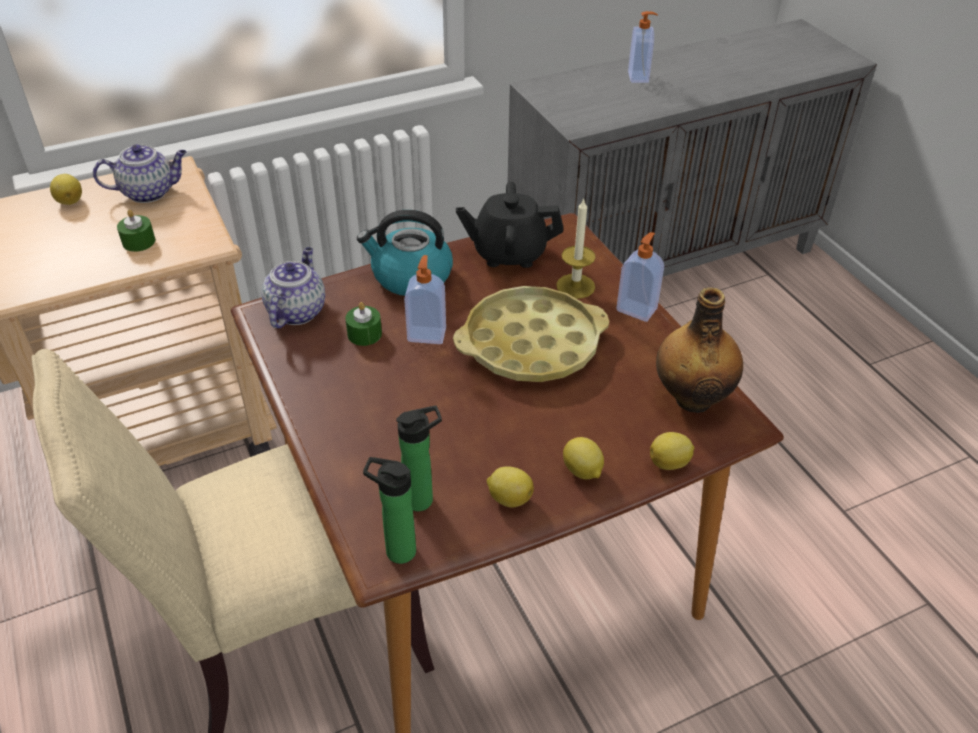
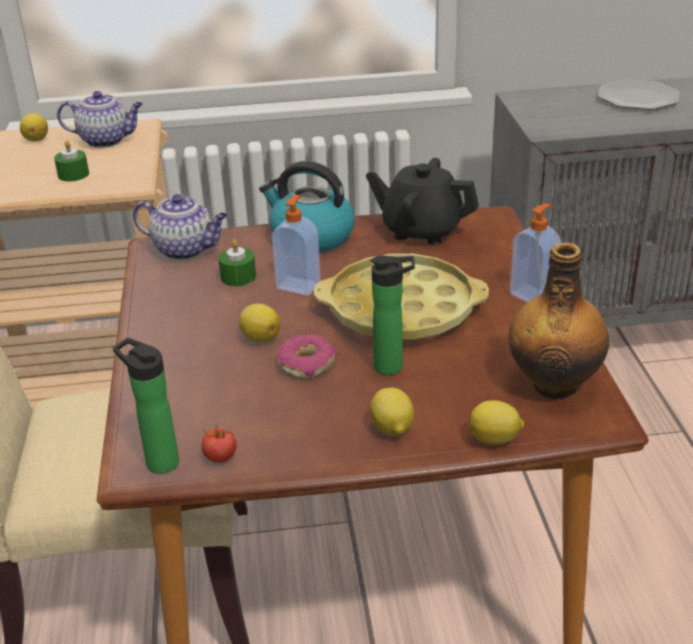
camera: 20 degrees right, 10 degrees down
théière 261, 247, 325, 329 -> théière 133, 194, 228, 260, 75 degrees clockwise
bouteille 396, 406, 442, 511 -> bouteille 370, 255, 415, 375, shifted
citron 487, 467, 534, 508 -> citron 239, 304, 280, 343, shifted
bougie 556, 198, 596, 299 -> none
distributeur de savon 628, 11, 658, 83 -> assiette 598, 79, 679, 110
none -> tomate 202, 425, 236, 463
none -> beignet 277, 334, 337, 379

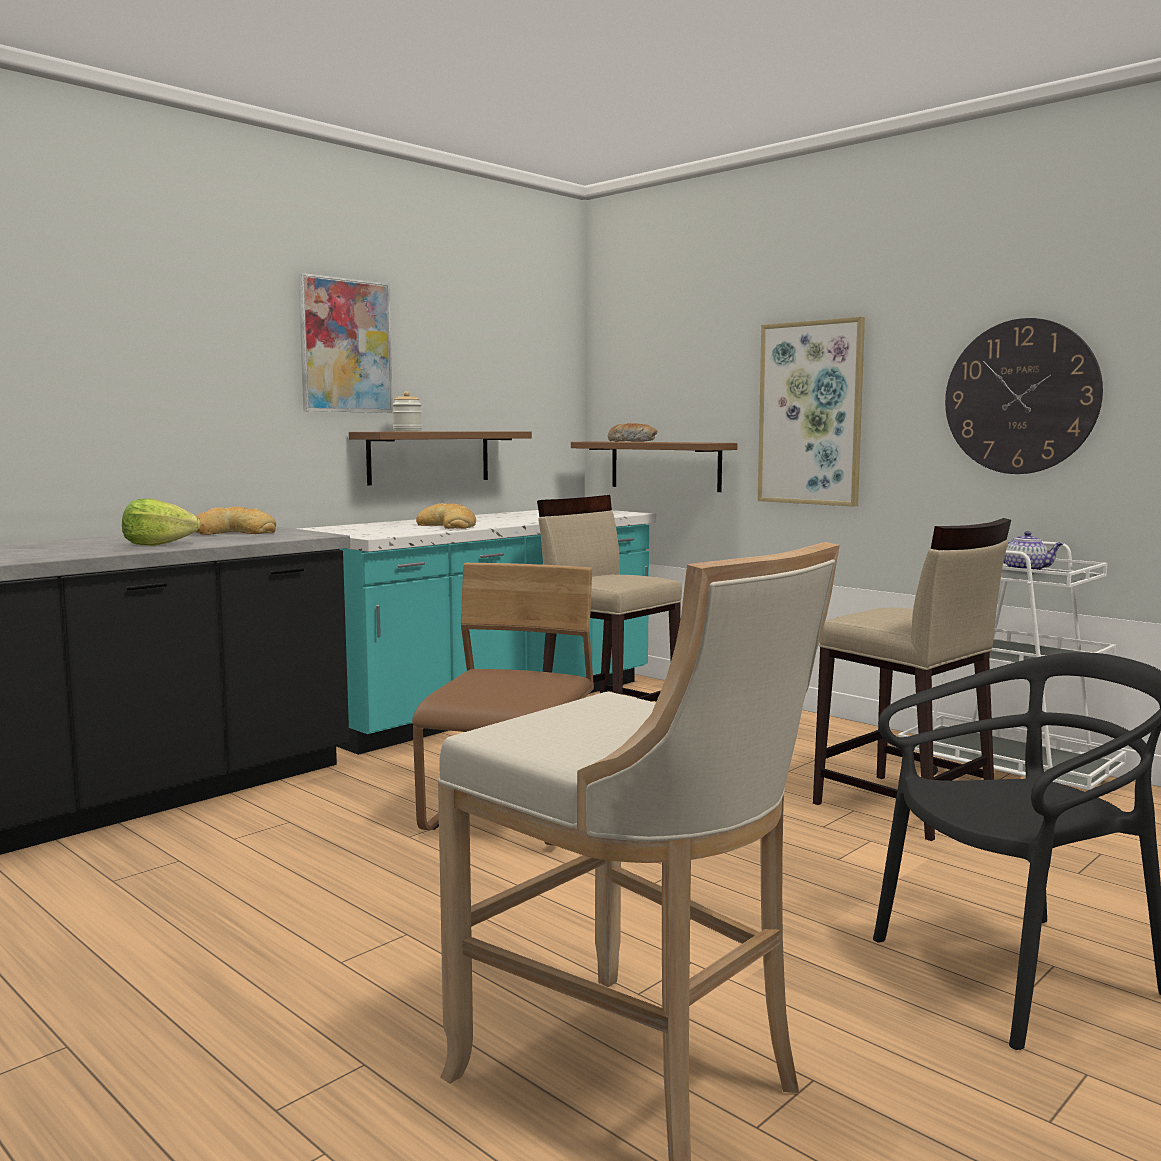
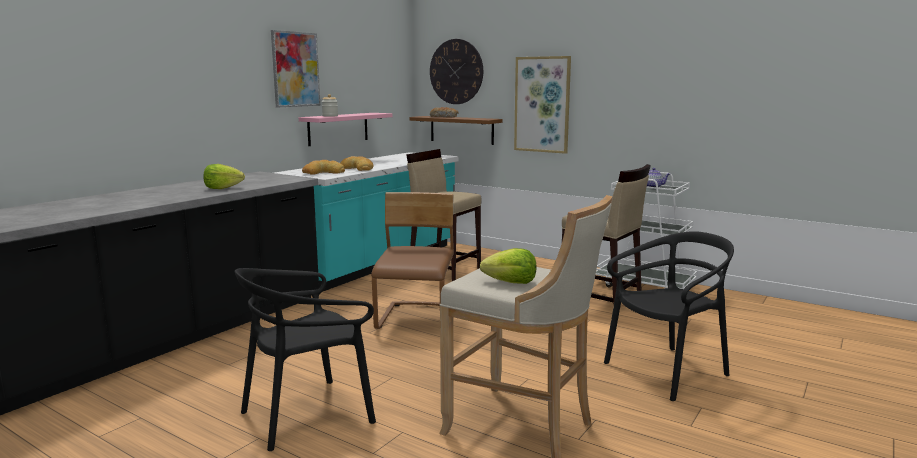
camera: 10 degrees left, 5 degrees up
pain 196, 507, 276, 535 -> pain 302, 160, 345, 175, shifted
étagère/marron 349, 431, 532, 485 -> étagère/rose 299, 113, 393, 146
horloge murale 945, 318, 1103, 474 -> horloge murale 430, 39, 483, 104, shifted
none -> chaise/noir 235, 268, 376, 451
none -> laitue 480, 248, 536, 284

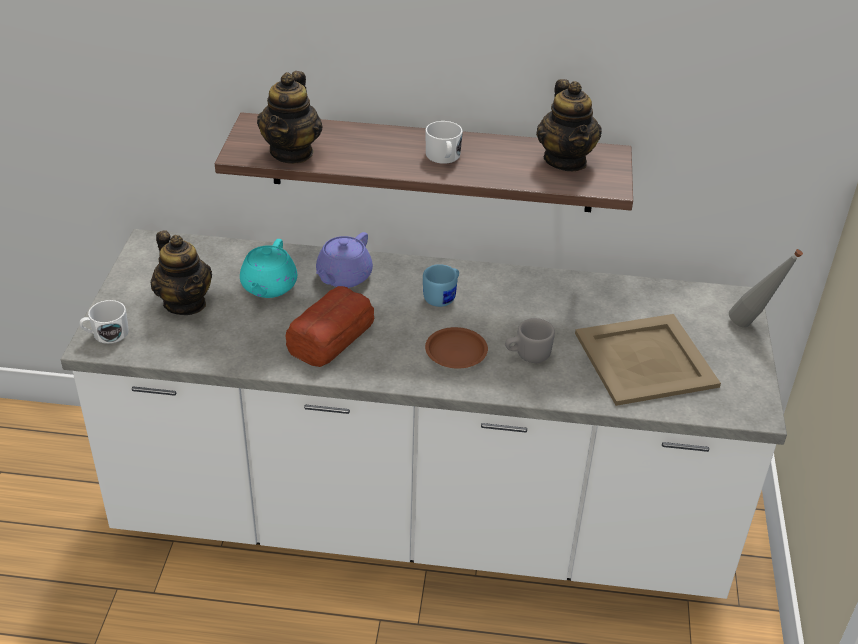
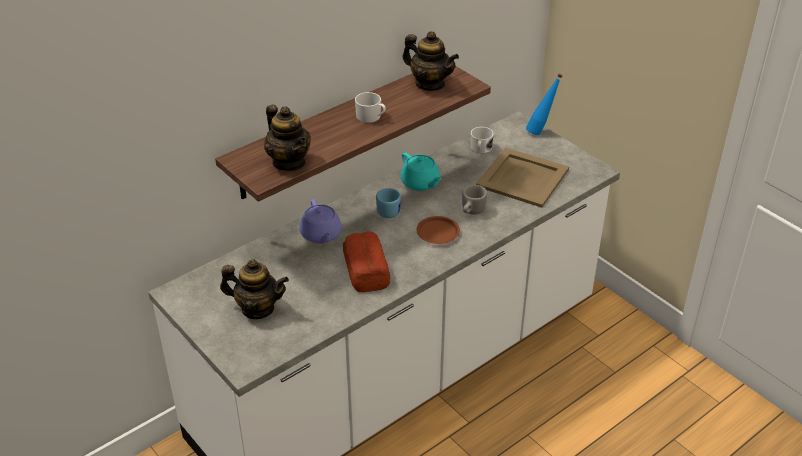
camera: 45 degrees left, 0 degrees up
mug/blanc 80, 300, 129, 344 -> mug/blanc 471, 127, 494, 154, shifted
théière/turquoise 240, 239, 297, 298 -> théière/turquoise 400, 152, 442, 191, shifted
bouteille/gris 729, 249, 803, 328 -> bouteille/bleu 526, 73, 563, 135

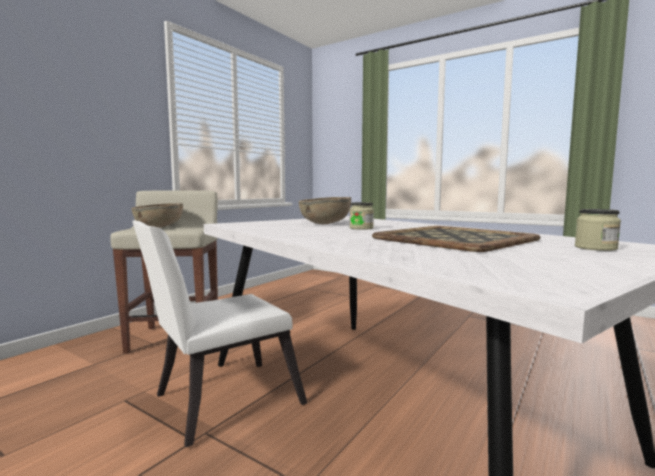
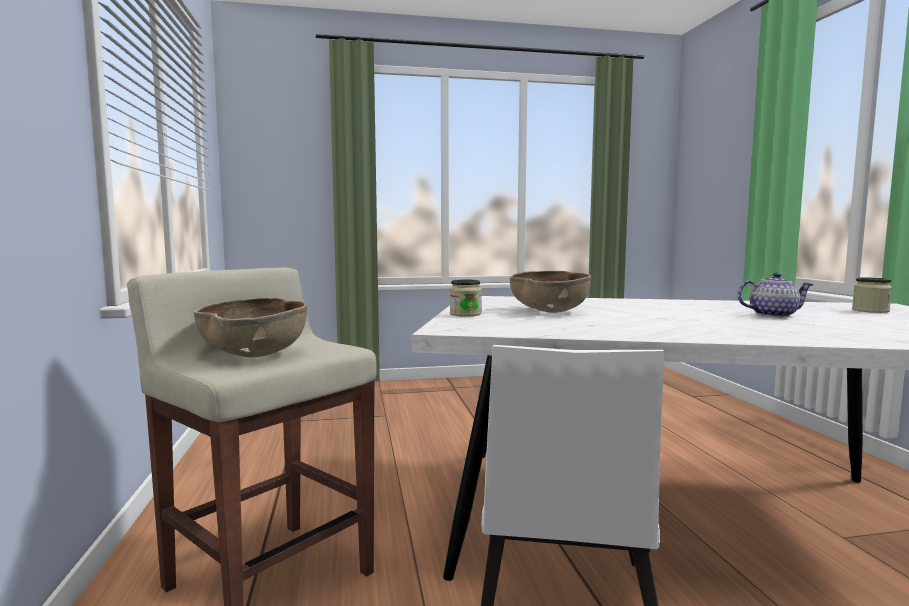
camera: 45 degrees left, 0 degrees up
bocal 350, 202, 374, 230 -> bocal 450, 279, 482, 317, shifted
plateau 372, 226, 541, 252 -> théière 737, 272, 814, 317

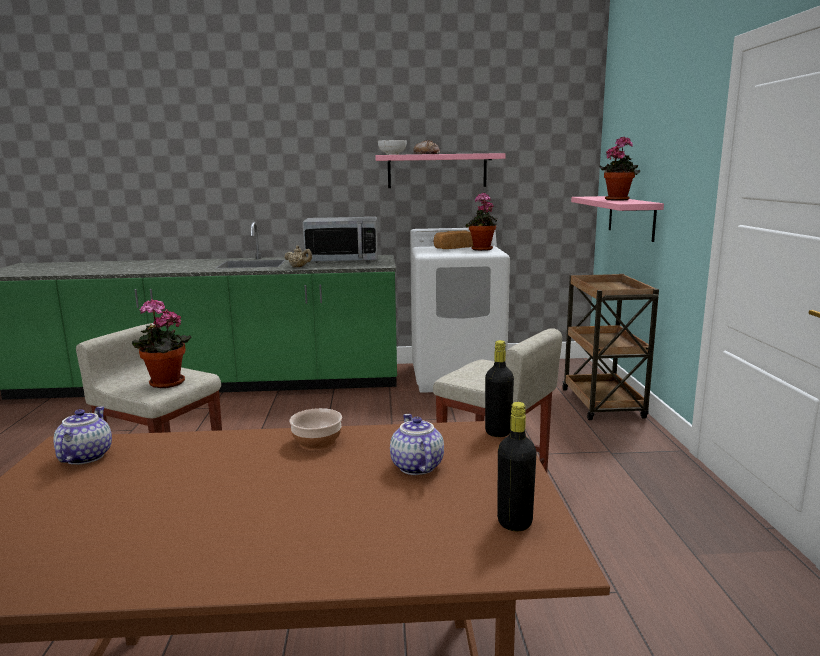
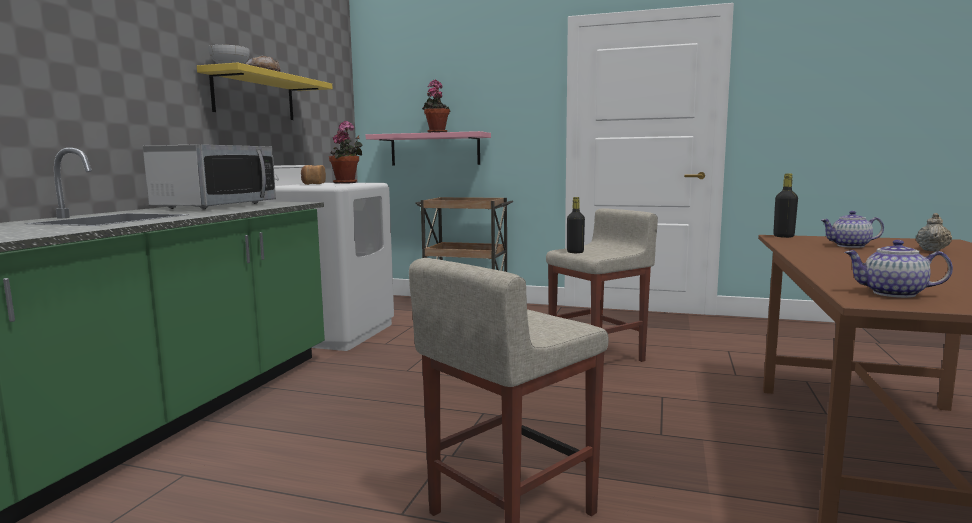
camera: 70 degrees left, 5 degrees down
plante en pot 132, 299, 192, 388 -> none
théière/beige 284, 246, 312, 268 -> théière/beige 916, 213, 952, 251, shifted
bol 289, 408, 342, 450 -> none
étagère/rose 375, 153, 506, 188 -> étagère/jaune 197, 63, 333, 120
bouteille/noir 497, 402, 537, 531 -> bouteille/noir 567, 197, 585, 253, shifted

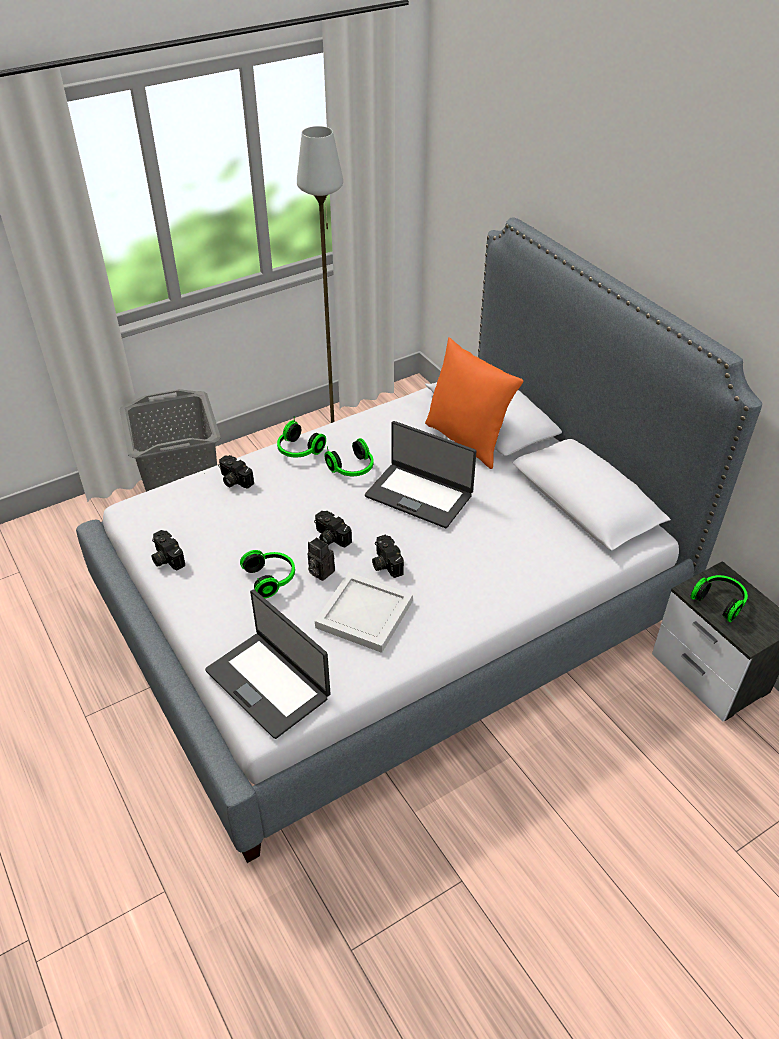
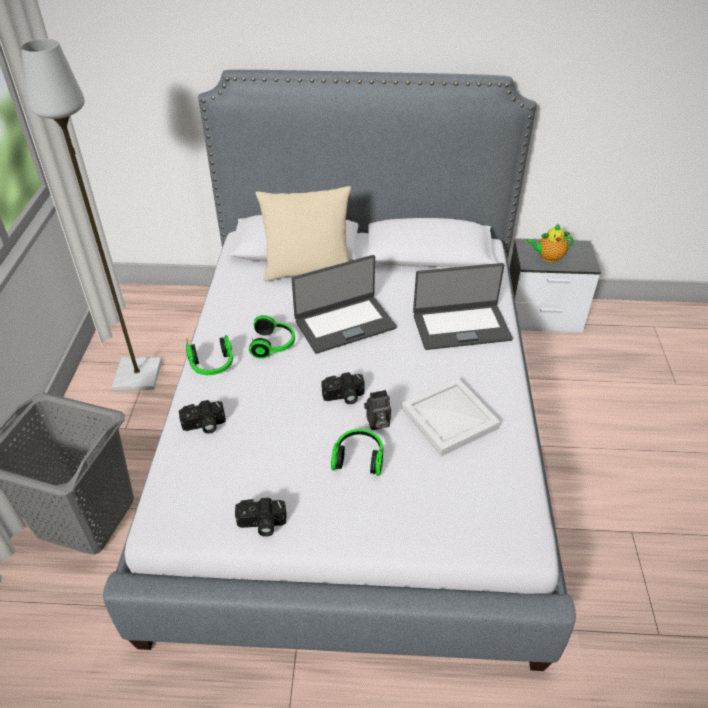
camera: 55 degrees left, 0 degrees up
ordinateur portable 205, 589, 330, 739 -> ordinateur portable 413, 263, 513, 350, shifted
appareil photo 372, 535, 404, 578 -> none
coussin/orange 425, 337, 523, 469 -> coussin/beige 256, 186, 351, 281
casque audio 690, 575, 748, 622 -> théière 525, 224, 573, 263

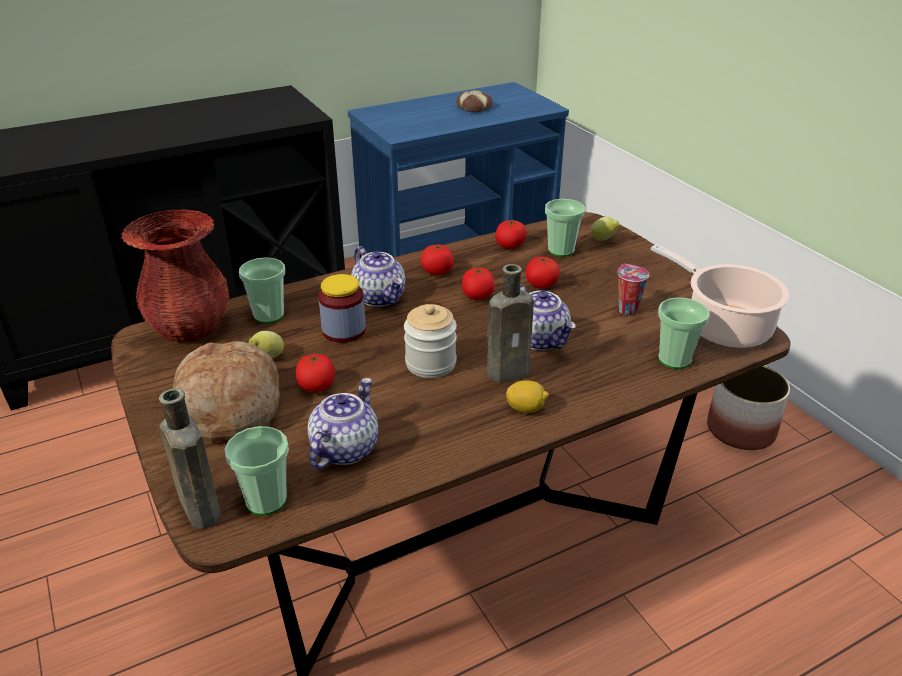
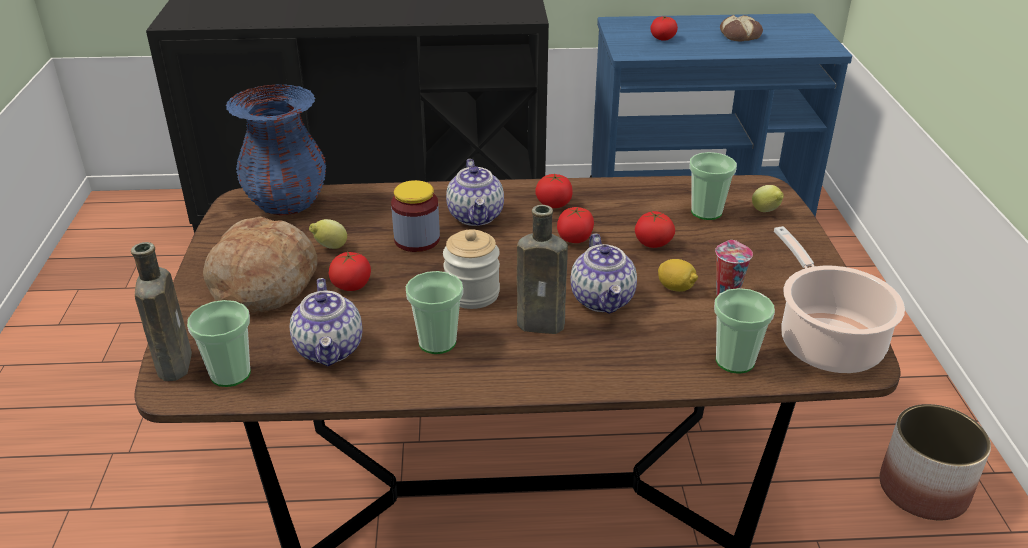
camera: 25 degrees right, 0 degrees up
vase/rouge 121, 209, 229, 342 -> vase/bleu 226, 84, 326, 216
tasse 239, 257, 285, 324 -> tasse 406, 271, 463, 354, shifted
théière 308, 378, 378, 469 -> théière 290, 278, 362, 366, 120 degrees clockwise
tomate 495, 220, 527, 249 -> tomate 650, 16, 678, 41, shifted
citron 506, 380, 549, 413 -> citron 658, 259, 698, 292, shifted

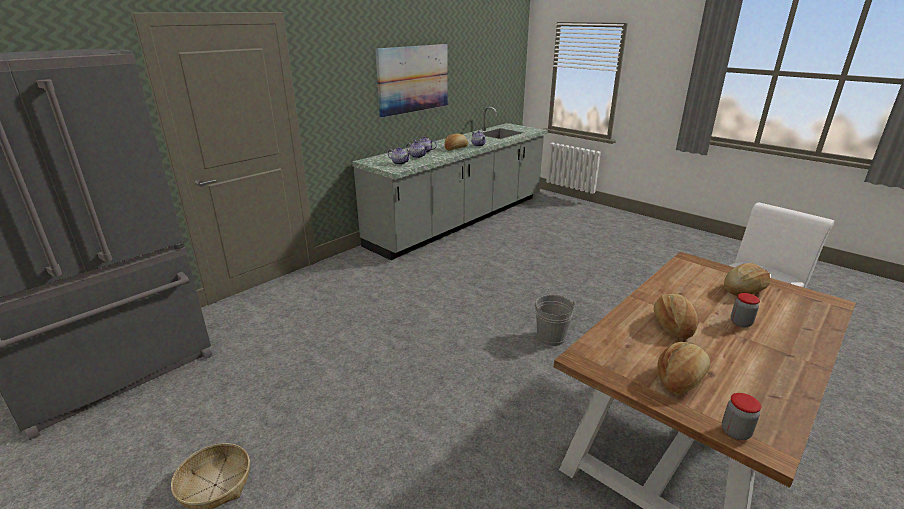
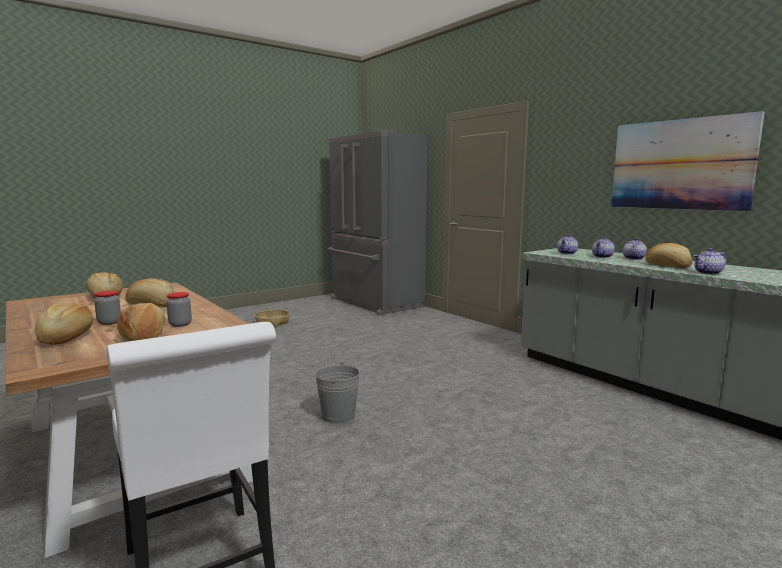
camera: 100 degrees right, 15 degrees down
bocal 722, 393, 761, 440 -> bocal 166, 292, 192, 327, shifted
none -> pain 35, 303, 93, 345

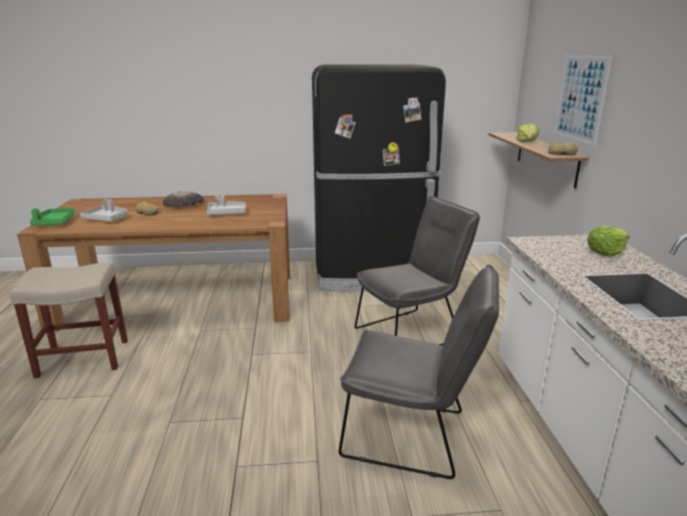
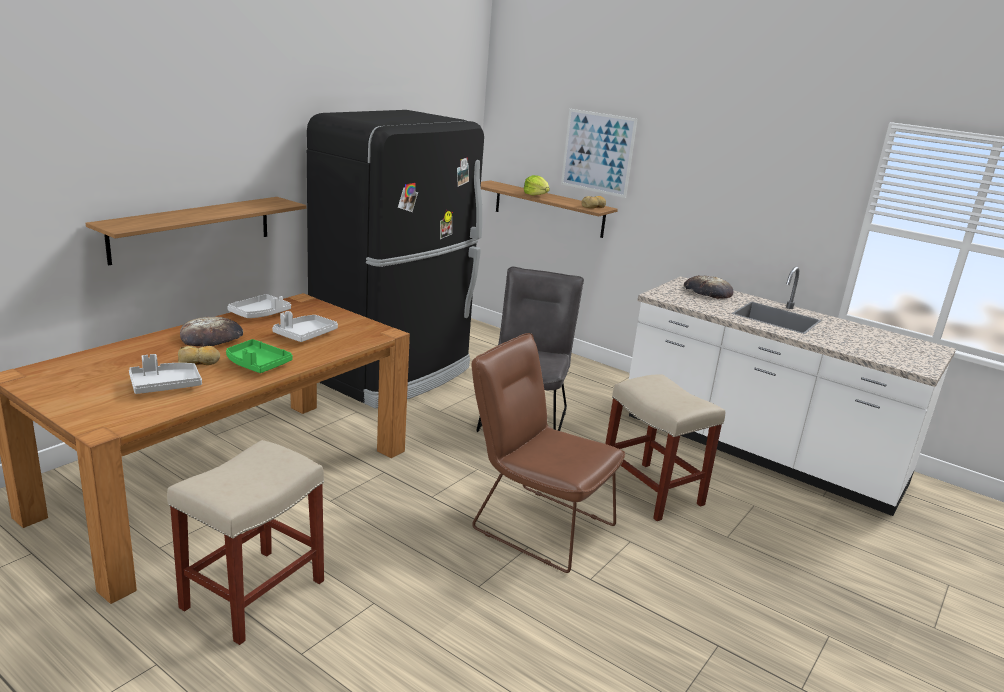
camera: 50 degrees left, 0 degrees up
plateau/vert 30, 208, 75, 226 -> plateau/vert 226, 339, 293, 373, shifted
chaise/gris 339, 265, 499, 479 -> tabouret/beige 605, 374, 725, 521
laitue 587, 226, 630, 256 -> pain 684, 276, 733, 299
none -> étagère 86, 197, 307, 265
none -> plateau/gris 227, 294, 291, 318
none -> chaise/marron 471, 333, 625, 573

